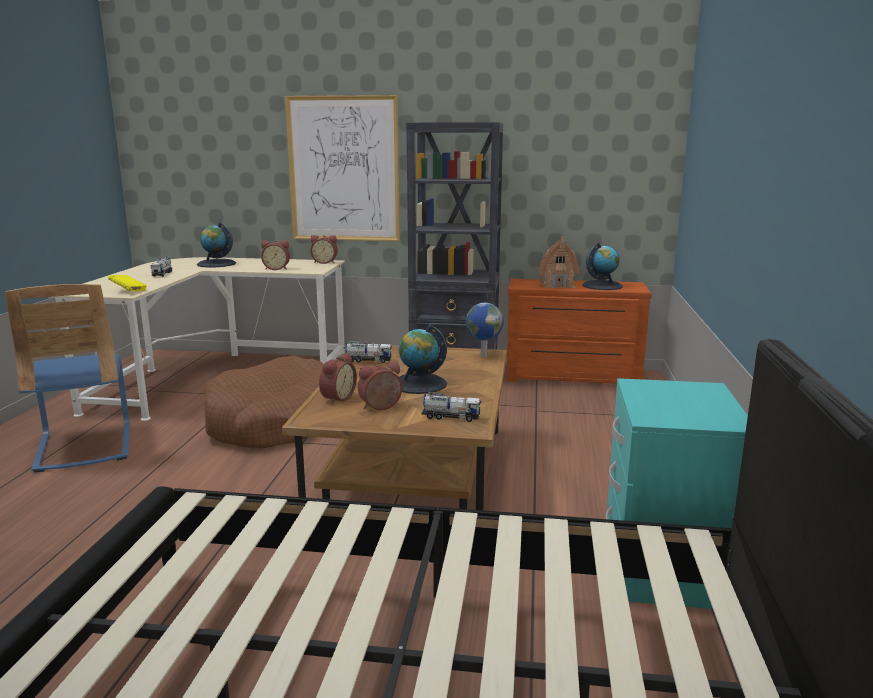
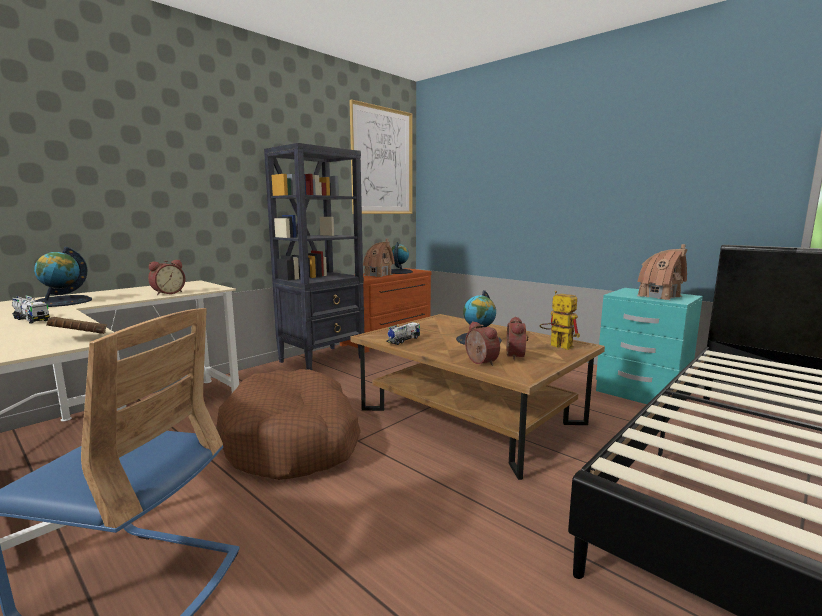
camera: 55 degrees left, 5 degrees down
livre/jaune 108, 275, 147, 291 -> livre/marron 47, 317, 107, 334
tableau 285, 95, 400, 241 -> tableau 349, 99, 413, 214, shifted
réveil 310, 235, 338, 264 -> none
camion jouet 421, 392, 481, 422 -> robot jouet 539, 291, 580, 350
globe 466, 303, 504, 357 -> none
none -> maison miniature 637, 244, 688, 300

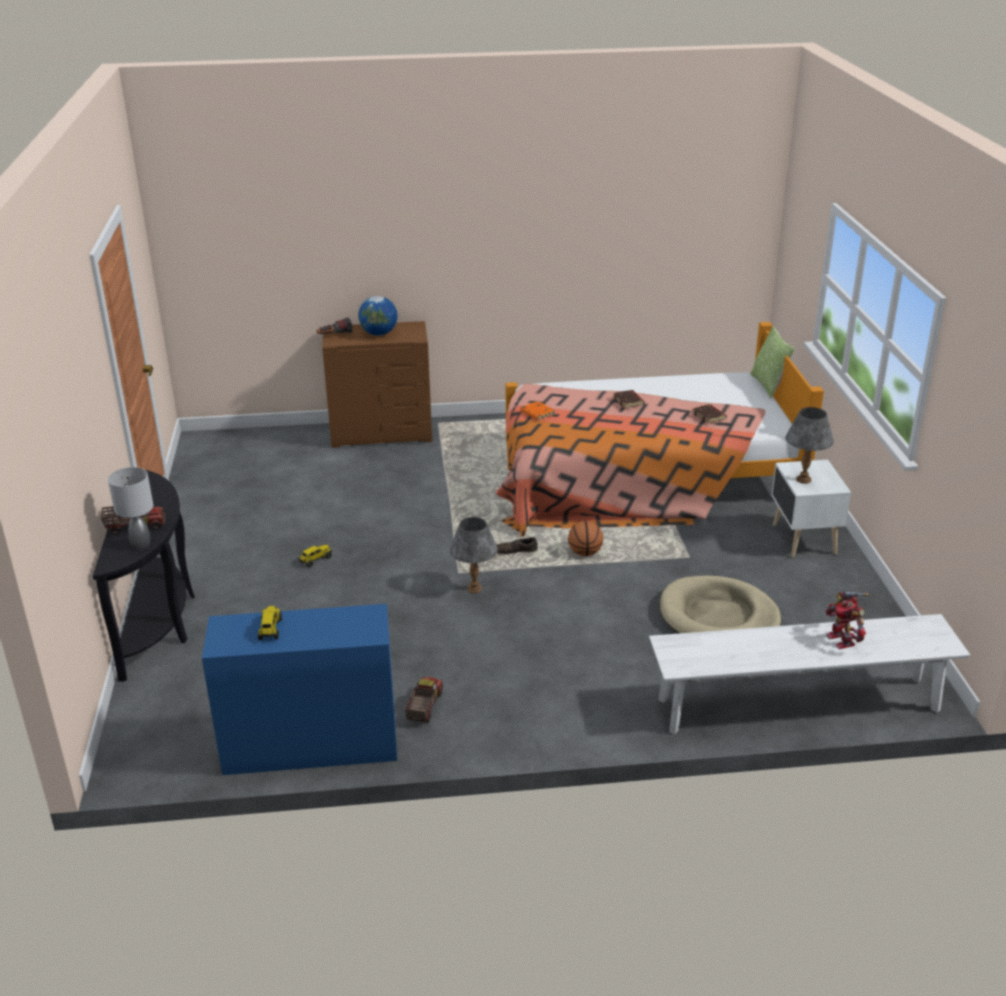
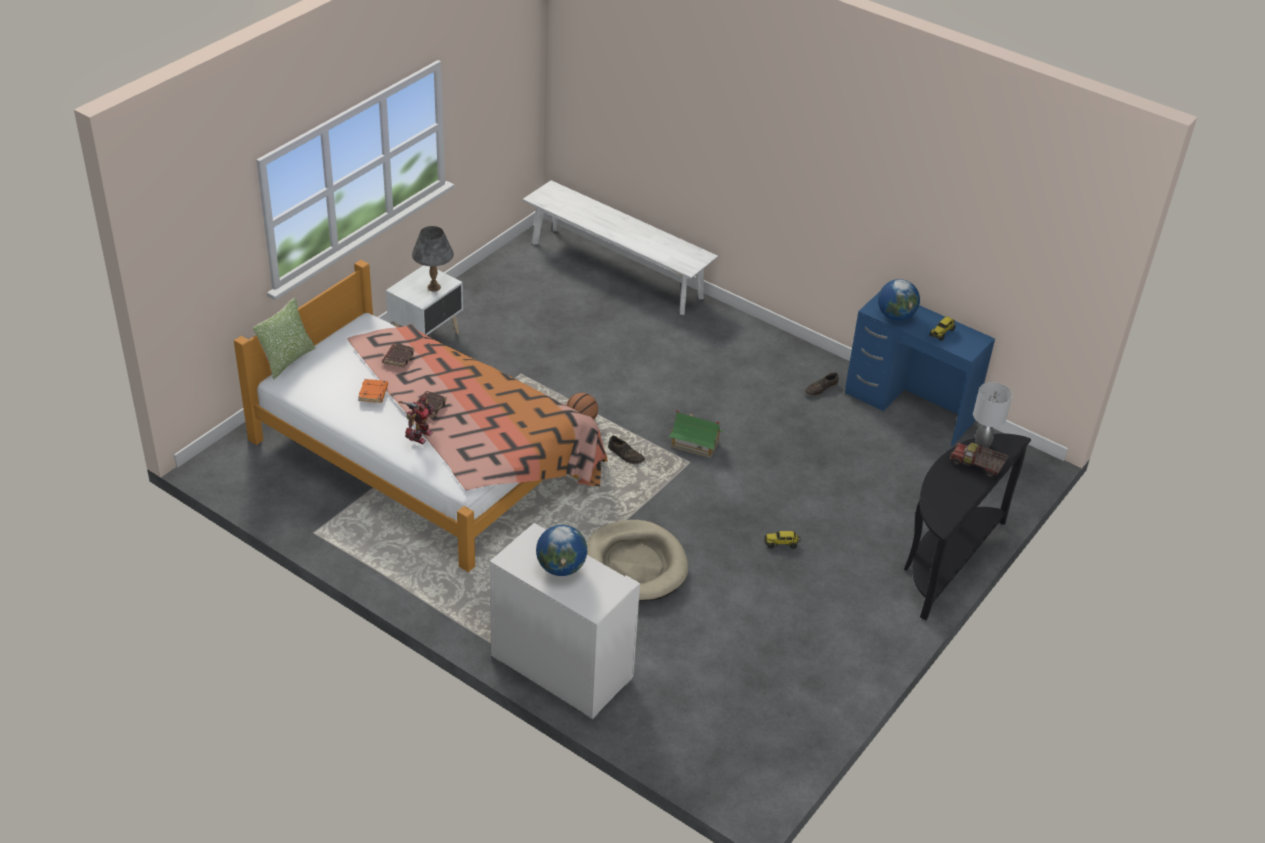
camera: 140 degrees left, 10 degrees up
lampe de poche 317, 317, 352, 334 -> none
commode/marron 322, 321, 432, 448 -> commode/blanc 490, 523, 640, 721
camion jouet 405, 677, 443, 723 -> chaussure/marron 805, 373, 838, 397
lampe de table/gris 450, 517, 498, 593 -> maison miniature 669, 410, 724, 458
livre/orange 520, 401, 555, 420 -> livre/orange 358, 379, 388, 403, shifted
panier pour chien/beige 660, 575, 781, 633 -> panier pour chien/beige 587, 520, 688, 601, shifted
robot jouet 826, 592, 869, 649 -> robot jouet 399, 396, 434, 444, shifted
none -> globe 878, 279, 920, 321

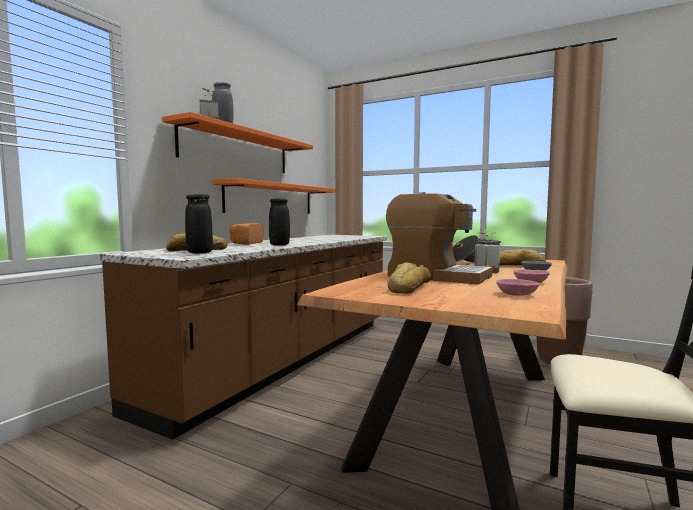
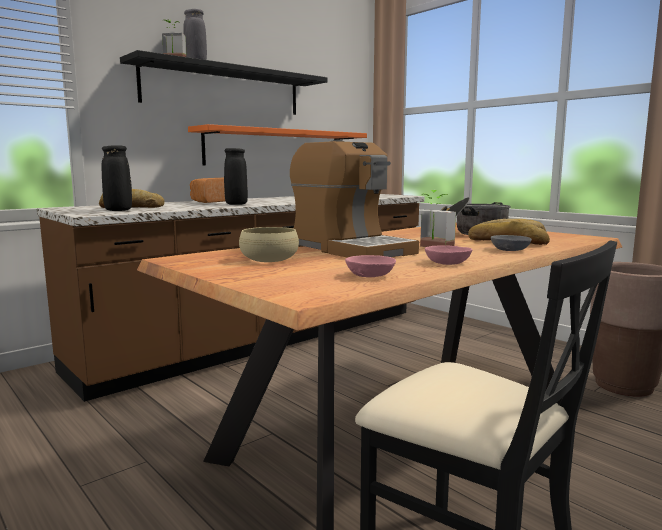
camera: 20 degrees right, 5 degrees up
étagère/orange 162, 112, 313, 173 -> étagère/noir 120, 50, 328, 115
pain 388, 262, 431, 294 -> bol/beige 239, 227, 299, 262

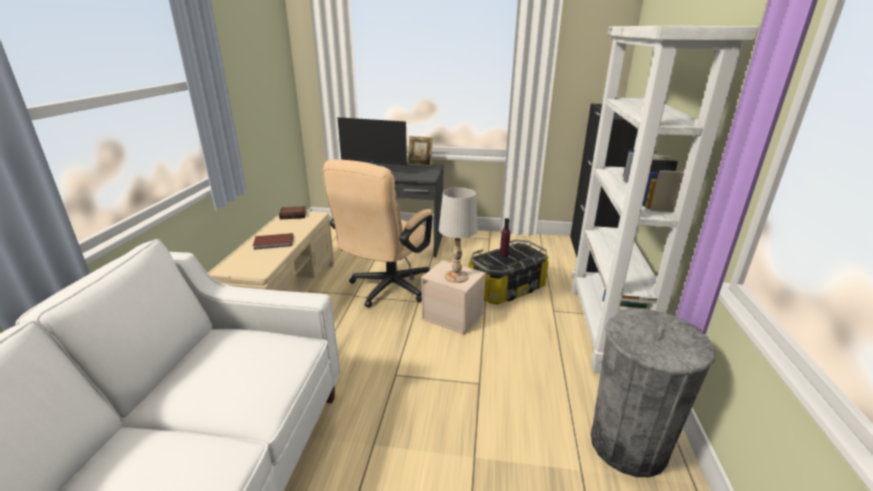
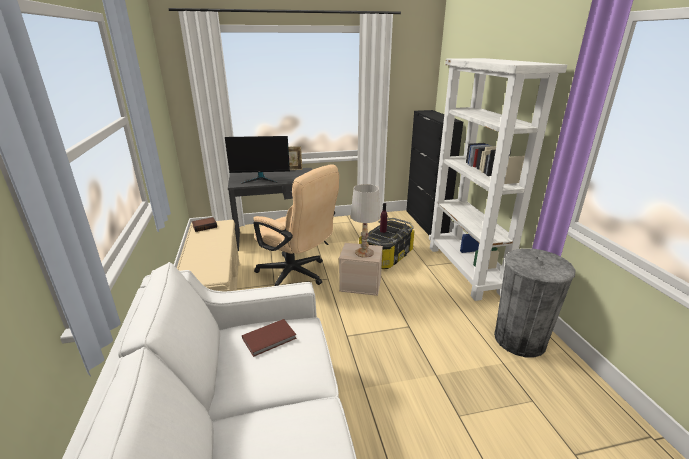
camera: 20 degrees left, 0 degrees up
livre/marron 253, 233, 293, 250 -> livre/marron 242, 319, 297, 357, shifted
chaise de bureau/beige 323, 159, 433, 308 -> chaise de bureau/beige 253, 164, 339, 286, 60 degrees counterclockwise

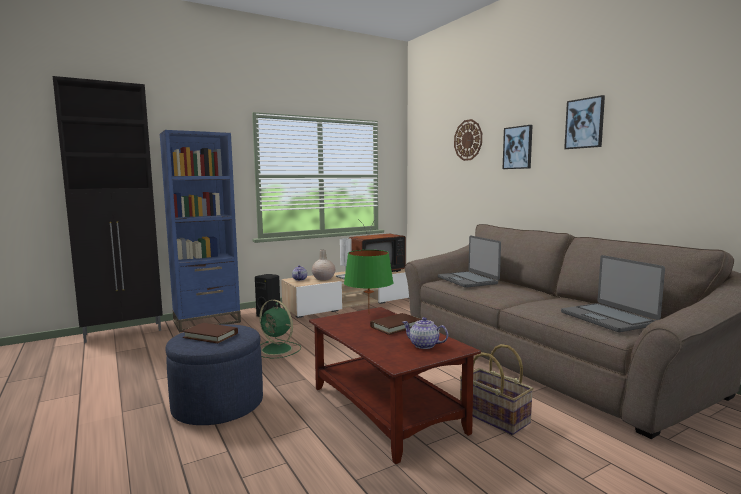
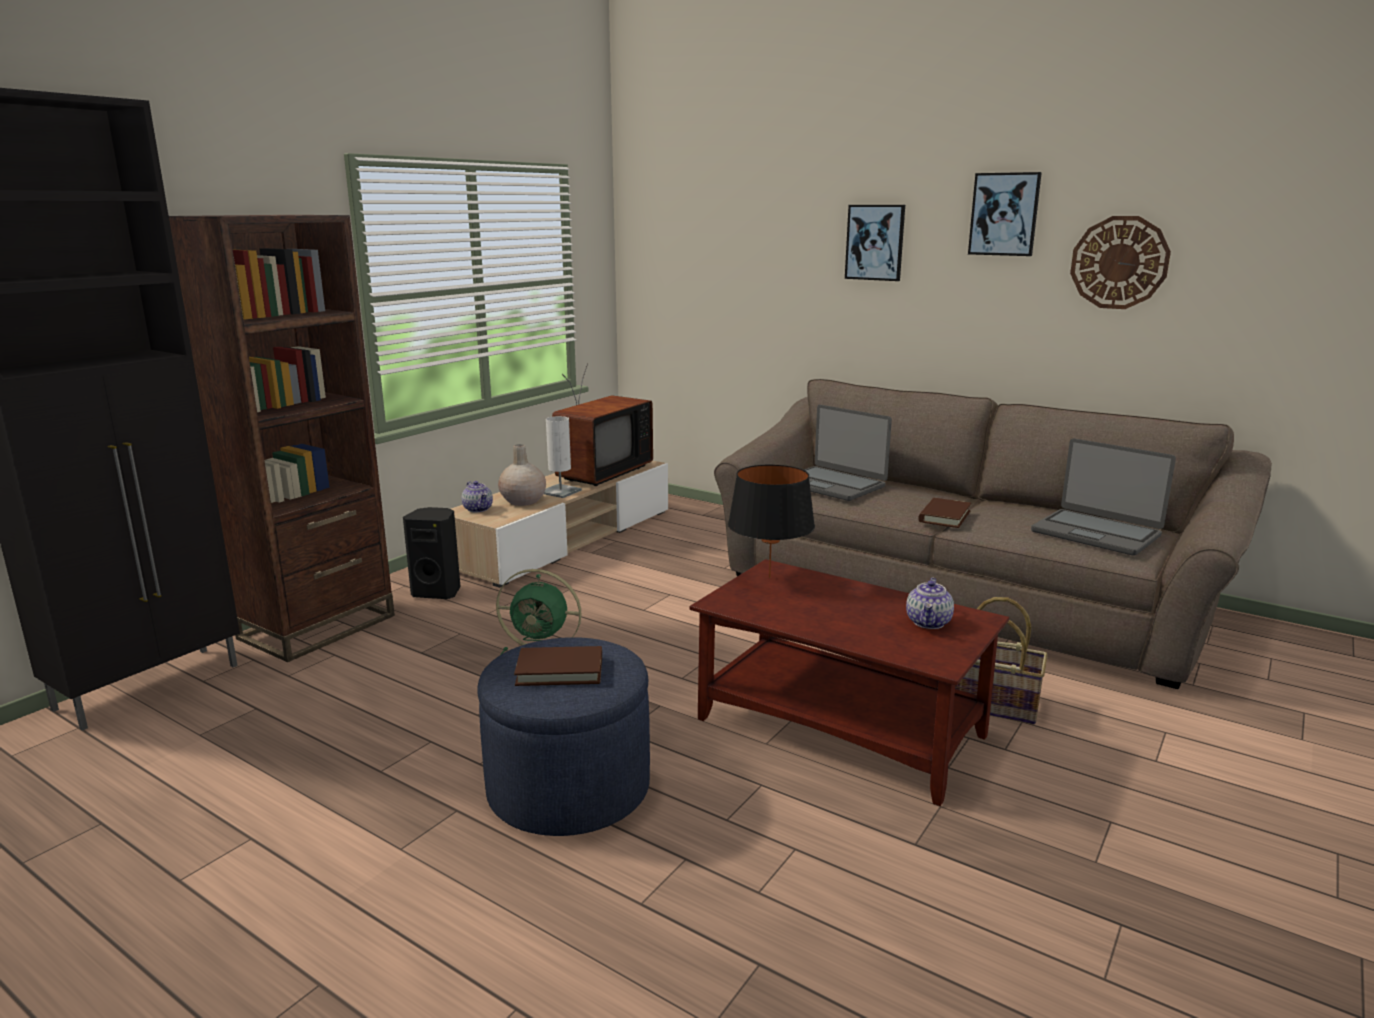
camera: 25 degrees left, 10 degrees up
bibliothèque/bleu 160, 130, 241, 333 -> bibliothèque/marron 169, 215, 395, 662
lampe de table/vert 344, 250, 394, 306 -> lampe de table/noir 728, 464, 815, 578
livre/marron 370, 313, 421, 335 -> livre/marron 918, 498, 971, 528, shifted
théière 402, 317, 448, 349 -> théière 906, 578, 954, 629, 75 degrees counterclockwise
horloge murale 454, 119, 482, 161 -> horloge murale 1070, 216, 1171, 309, shifted

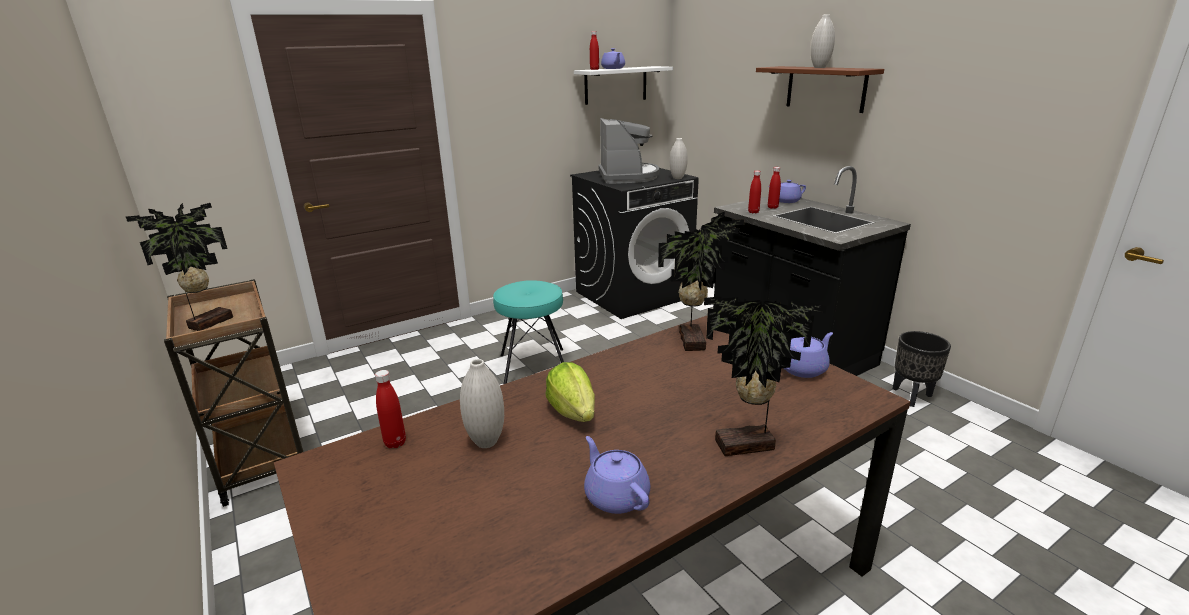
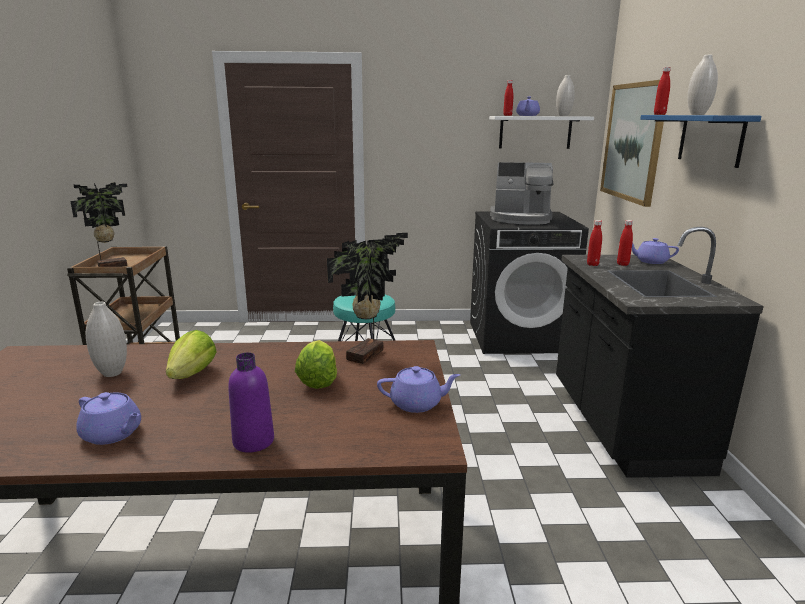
camera: 30 degrees right, 5 degrees down
bouteille/rouge 375, 370, 406, 448 -> bouteille/rouge 654, 67, 671, 115, shifted
théière/violet 584, 436, 650, 514 -> théière/violet 76, 392, 141, 445, 120 degrees clockwise
machine à café 599, 118, 659, 184 -> machine à café 490, 162, 553, 225, 75 degrees clockwise
vase/blanc 670, 138, 688, 179 -> vase/blanc 556, 75, 575, 116, shifted
plante en pot 704, 296, 827, 456 -> bouteille/violet 228, 352, 274, 453
étagère/marron 756, 66, 884, 113 -> étagère/bleu 640, 115, 761, 168
cache-pot/noir 893, 331, 951, 407 -> none
none -> laitue 295, 340, 337, 389
none -> tableau 600, 80, 664, 207

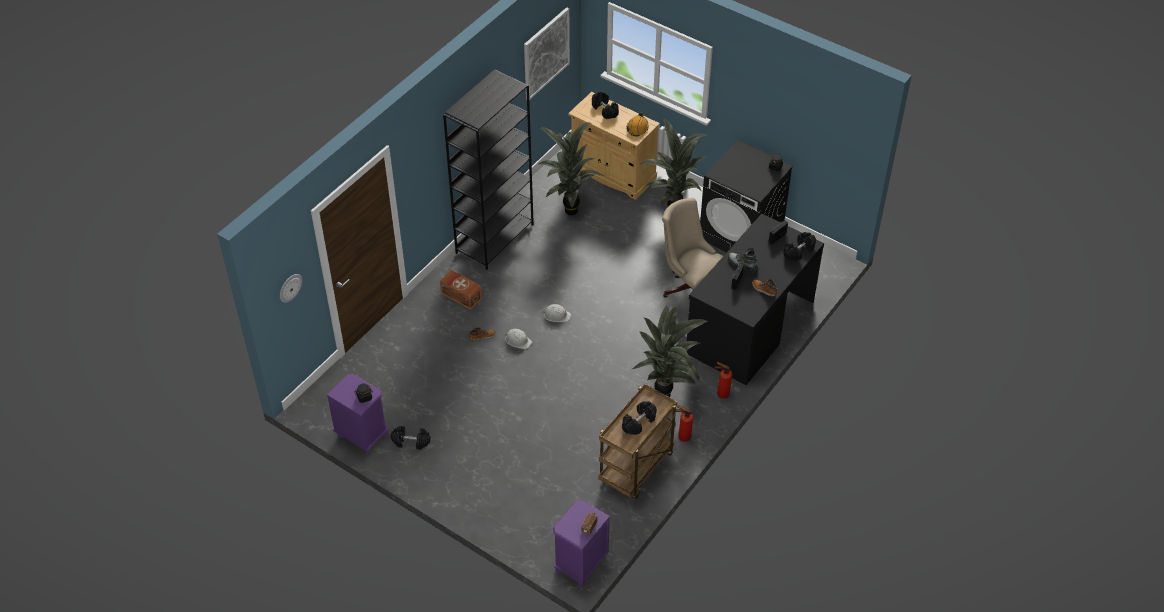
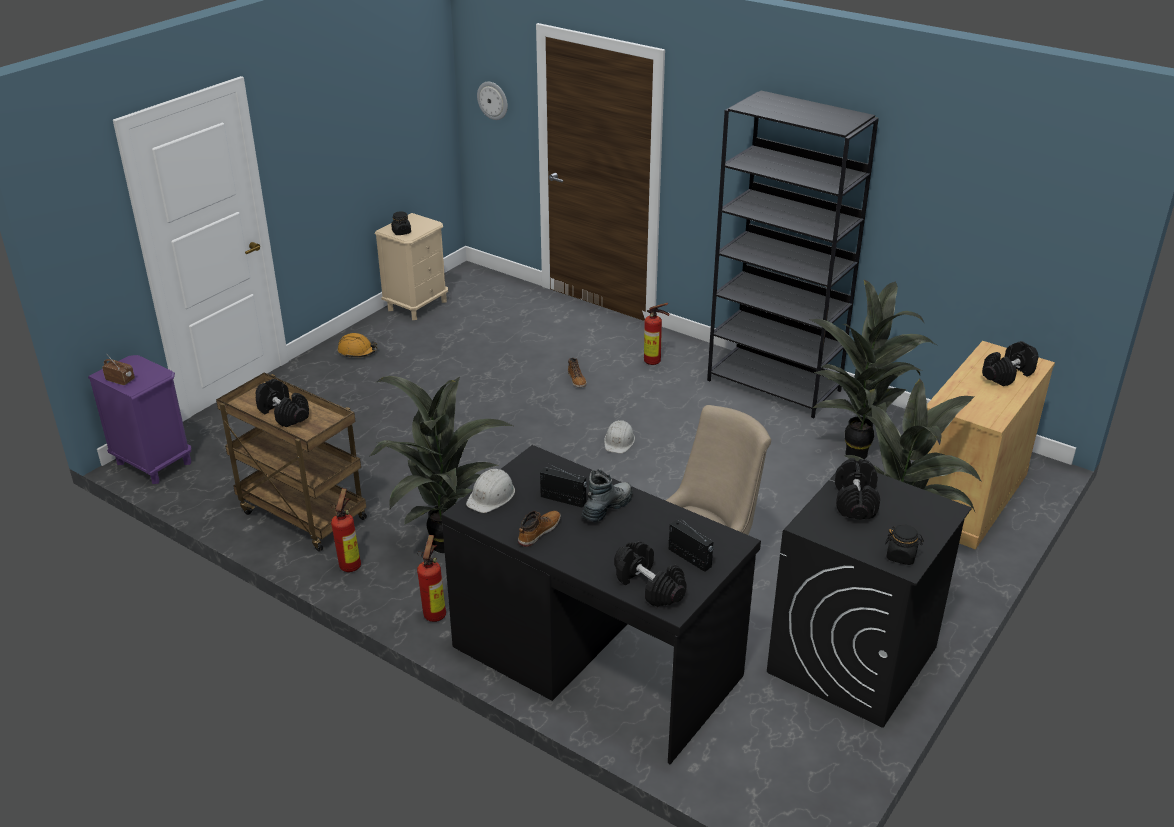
camera: 90 degrees right, 15 degrees down
table de chevet/violet 326, 374, 388, 454 -> table de chevet/beige 374, 213, 448, 320
haltère/noir 391, 426, 431, 450 -> haltère/noir 835, 458, 880, 520, shifted
boîte de rangement/marron 440, 270, 482, 310 -> extincteur 644, 303, 670, 365
casque de chantier/blanc 504, 329, 532, 349 -> casque de chantier/blanc 466, 469, 515, 513, shifted
tableau 524, 7, 570, 100 -> none
casque de chantier/orange 626, 112, 649, 136 -> casque de chantier/orange 338, 333, 377, 358, shifted

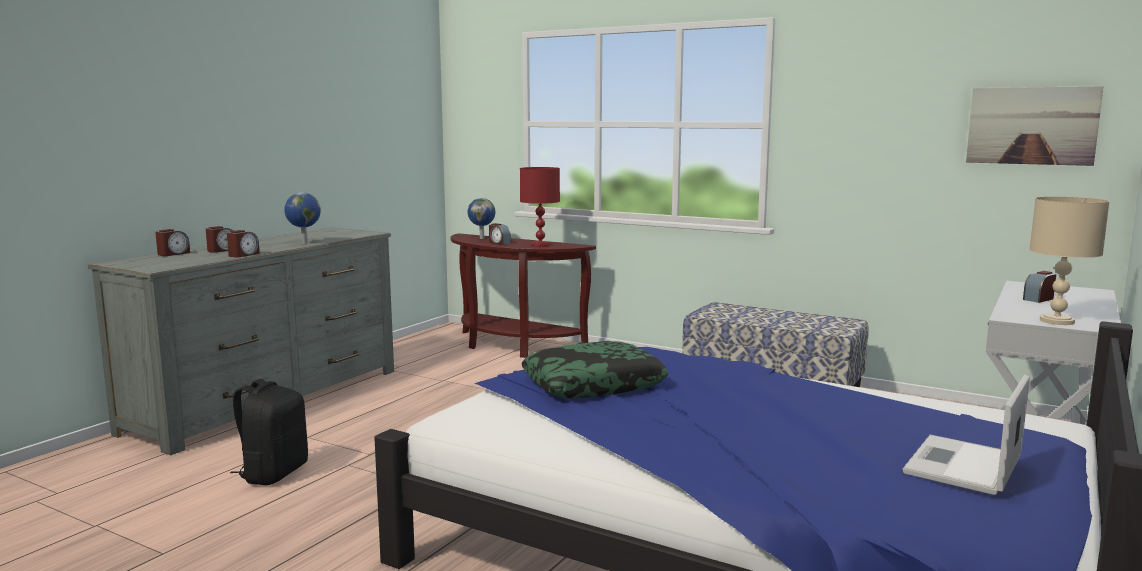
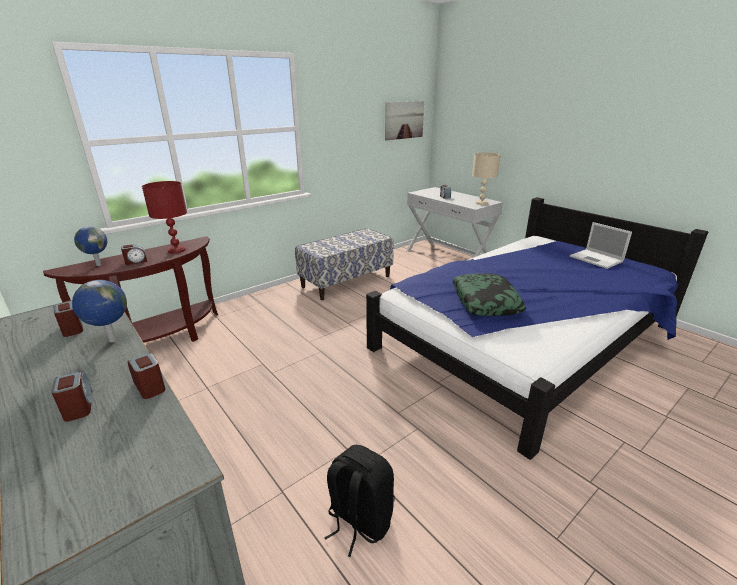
camera: 70 degrees left, 15 degrees up
réveil 155, 229, 190, 256 -> réveil 54, 302, 83, 337, shifted

